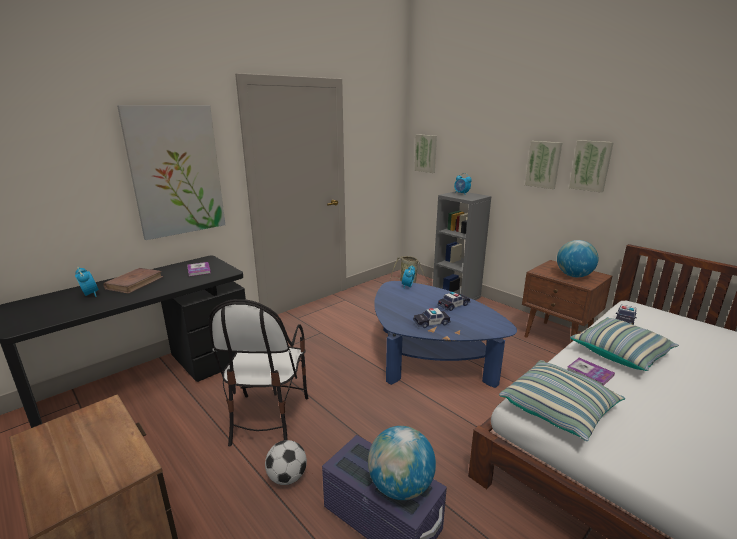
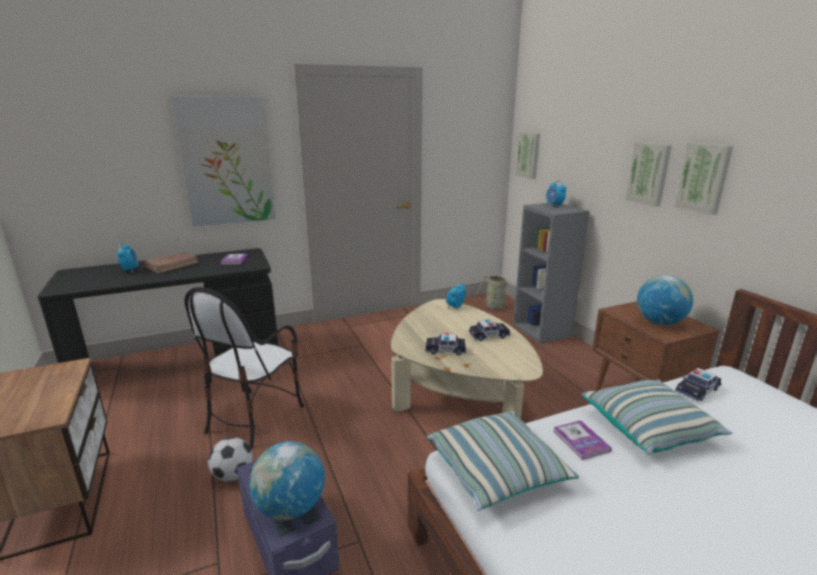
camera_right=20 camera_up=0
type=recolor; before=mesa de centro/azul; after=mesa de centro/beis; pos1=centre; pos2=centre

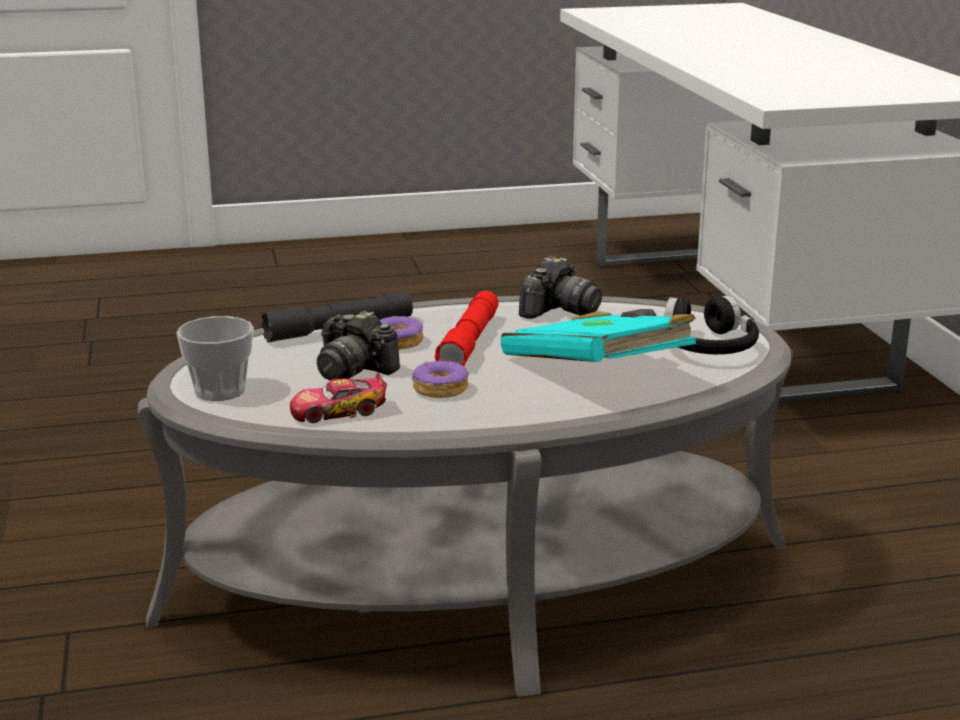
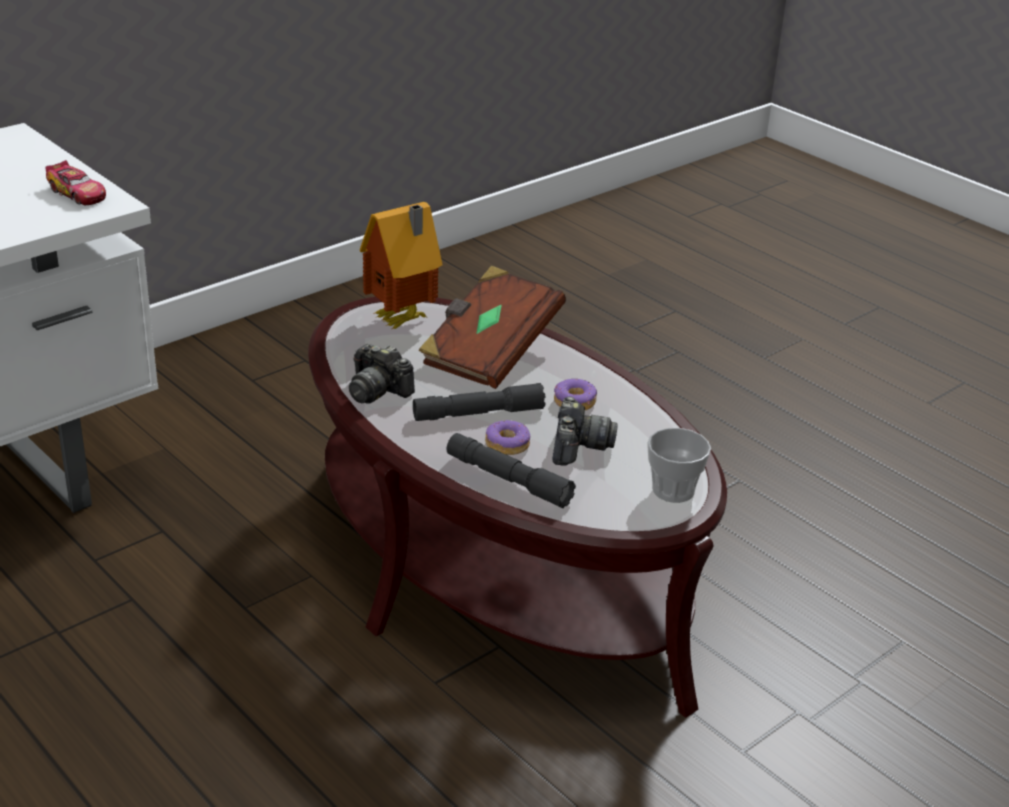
camera_right=-120 camera_up=10
type=recolor; before=mesa de centro/gris; after=mesa de centro/marrón; pos1=bottom centre; pos2=centre
type=move; before=coche de juguete; pos1=centre; pos2=top left
type=recolor; before=linterna/rojo; after=linterna/gris (1st from left); pos1=centre; pos2=centre
type=recolor; before=libro/turquesa; after=libro/marrón; pos1=centre; pos2=centre
type=rotate; before=cámara (2nd from left in the first image); pos1=centre; pos2=centre; turn=-150
type=replace; before=auriculares/negro; after=casita; pos1=middle right; pos2=top centre

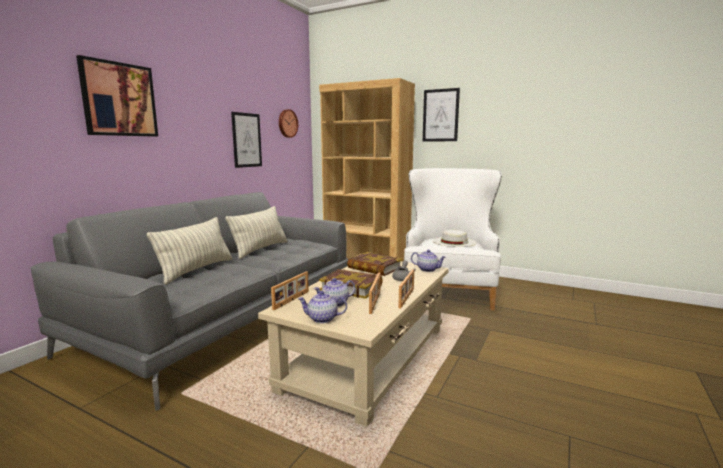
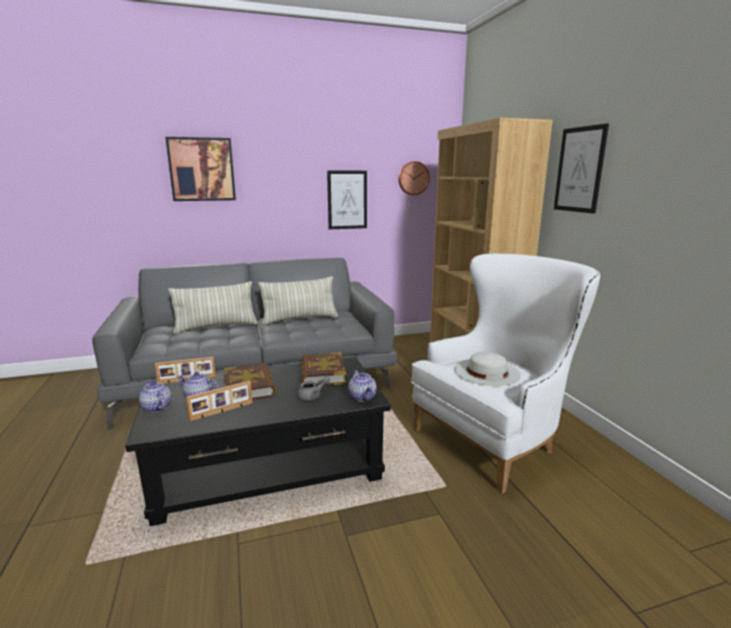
camera_right=45 camera_up=5
type=recolor; before=mesa de centro/beis; after=mesa de centro/negro; pos1=bottom centre; pos2=bottom centre
type=delete; before=portarretratos (3rd from left); pos1=centre

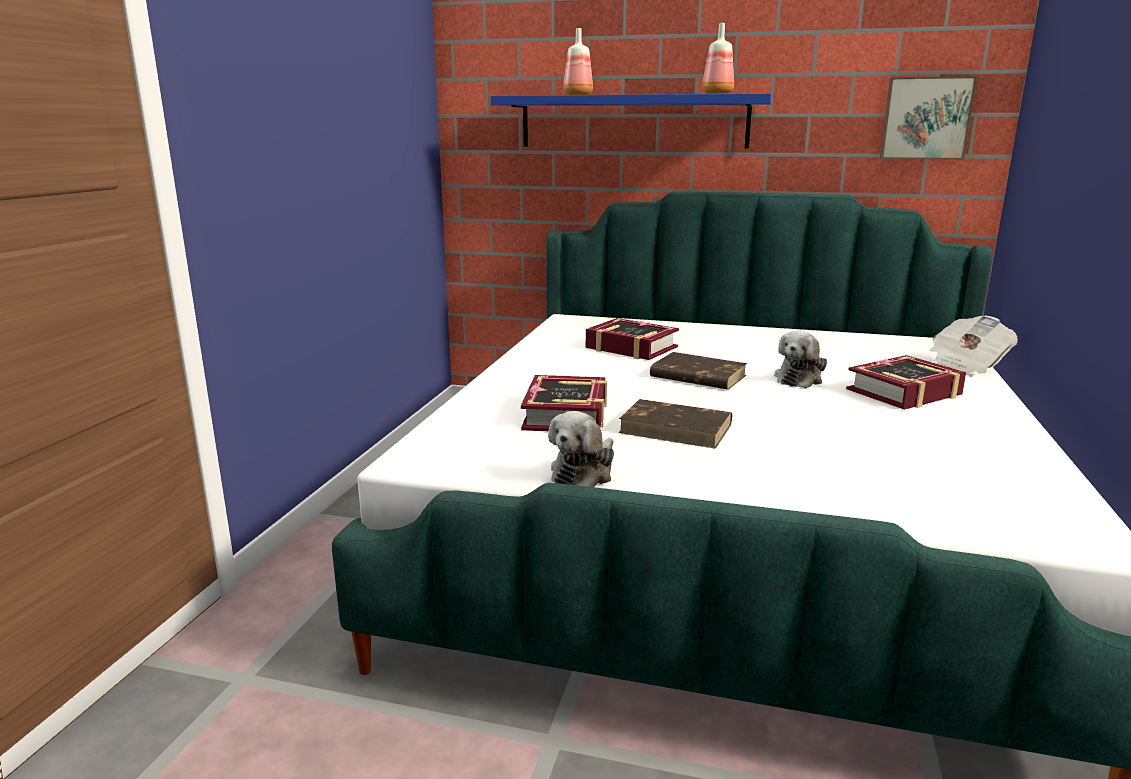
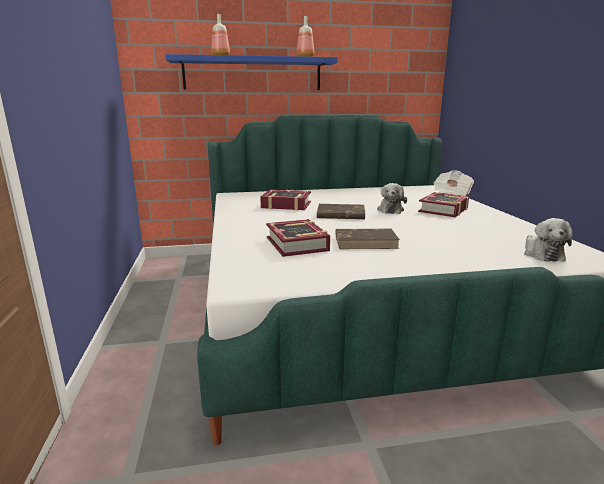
camera_right=-25 camera_up=0
type=move; before=peluche (1st from left in the first image); after=peluche (2nd from left); pos1=centre; pos2=middle right
type=delete; before=cuadro; pos1=top right

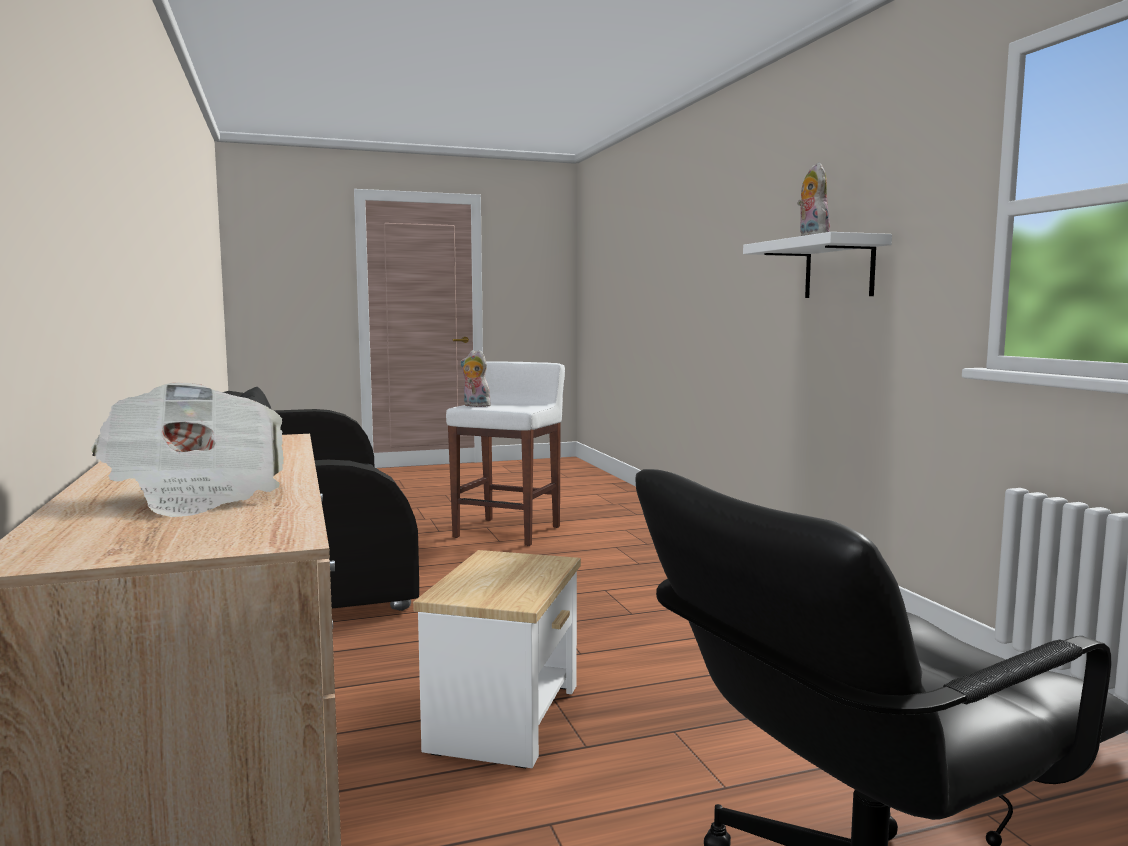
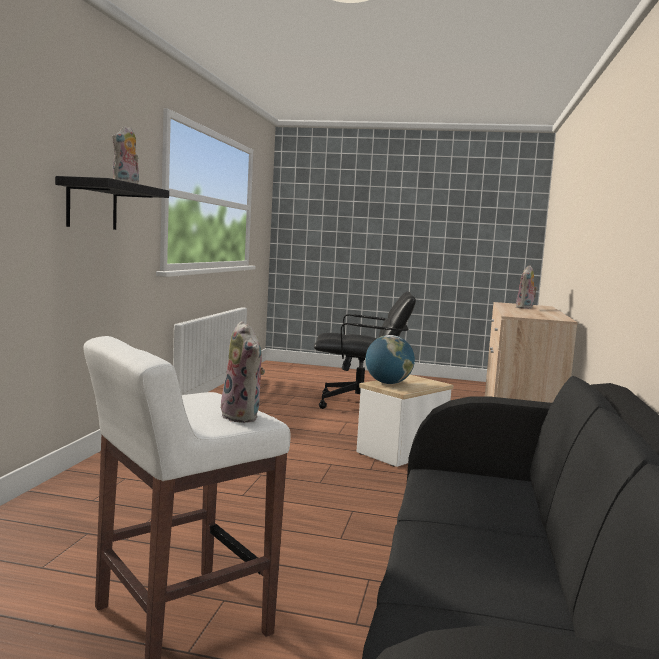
camera_right=-150 camera_up=0
type=replace; before=periódico; after=peluche (3rd from left); pos1=middle left; pos2=middle right
type=recolor; before=estante/blanco; after=estante/negro; pos1=top right; pos2=top left
type=insert; after=globo terráqueo; pos2=centre

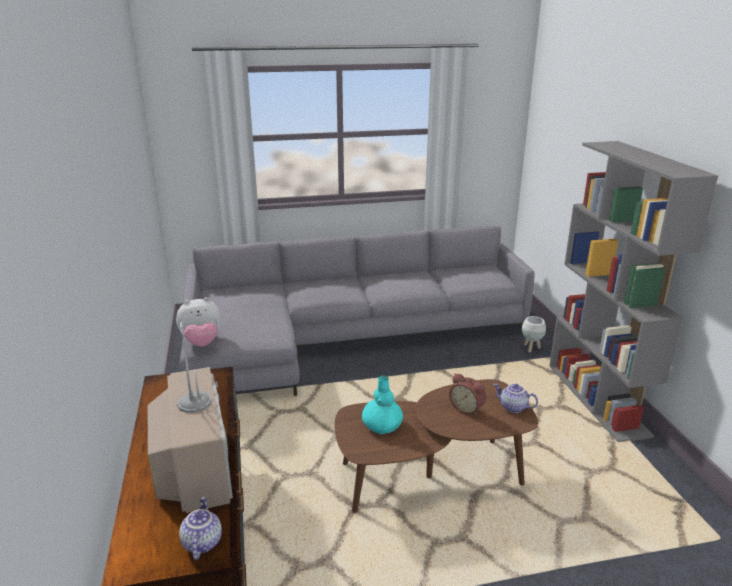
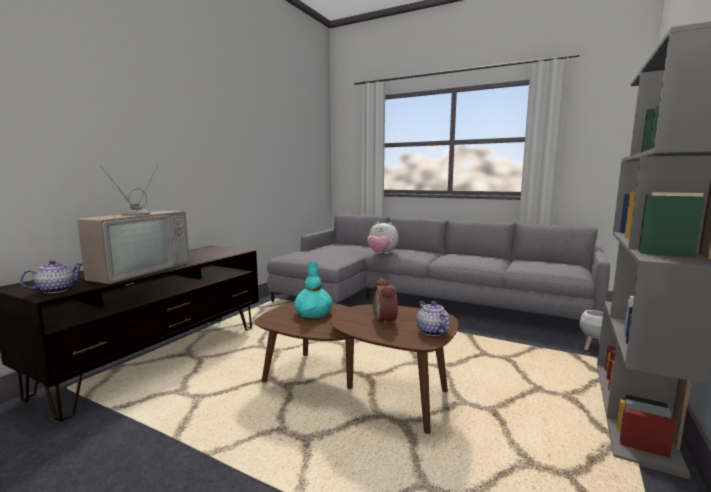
camera_right=40 camera_up=-15
type=move; before=peluche; pos1=middle left; pos2=centre

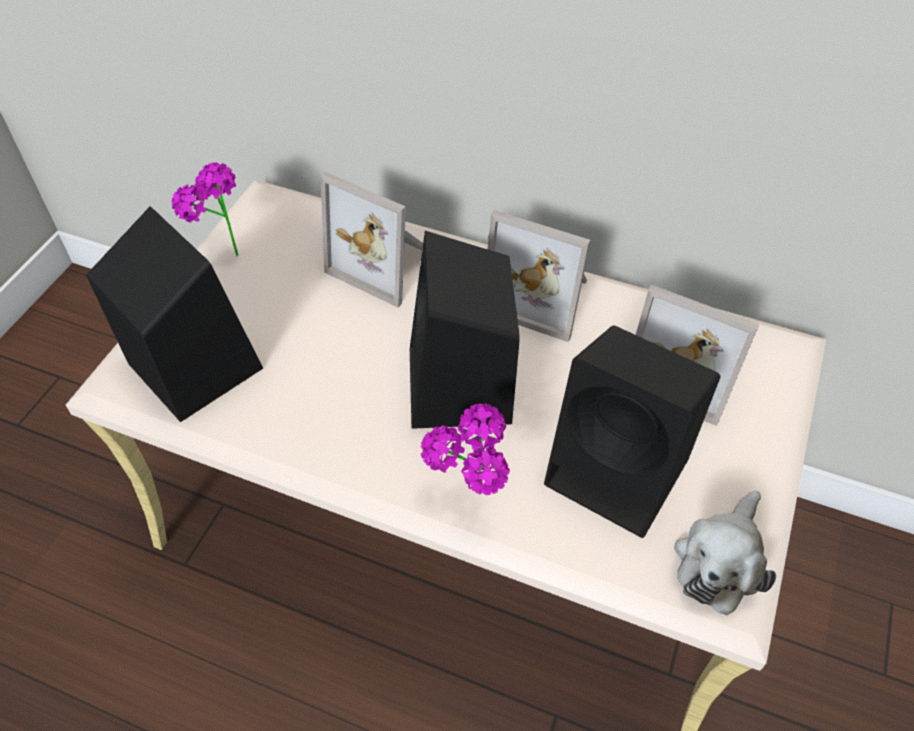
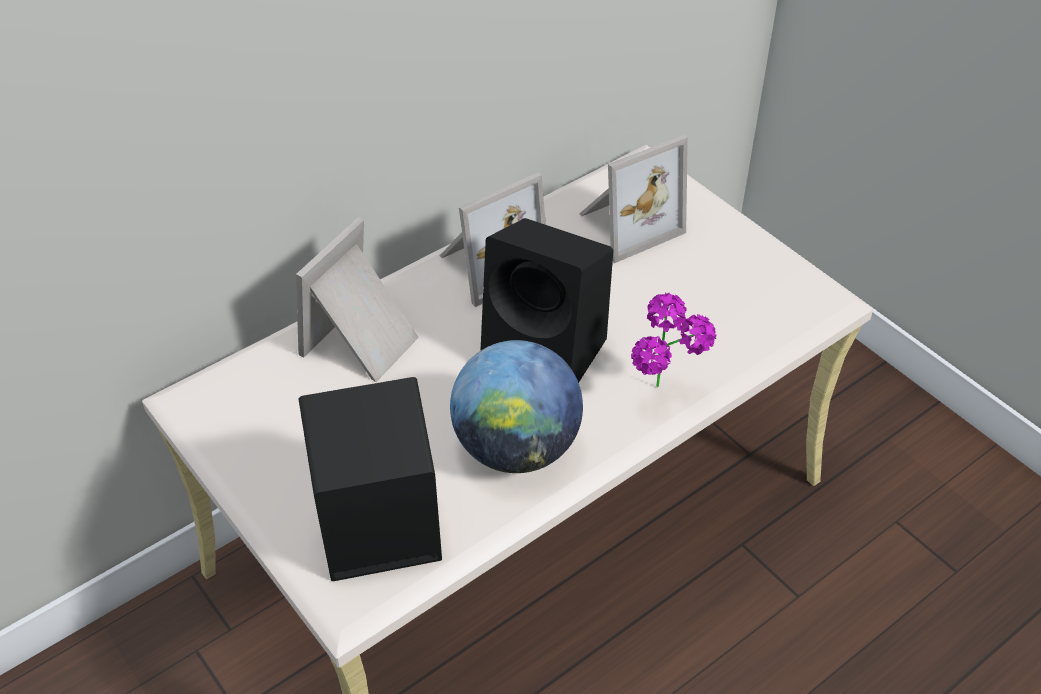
camera_right=-60 camera_up=-5
type=delete; before=planta en maceta (1st from left); pos1=top left
type=rotate; before=portarretratos (1st from left); pos1=top centre; pos2=centre; turn=150
type=delete; before=altavoz/negro (3rd from left); pos1=middle right
type=delete; before=peluche; pos1=bottom right
type=insert; after=globo terráqueo; pos2=centre

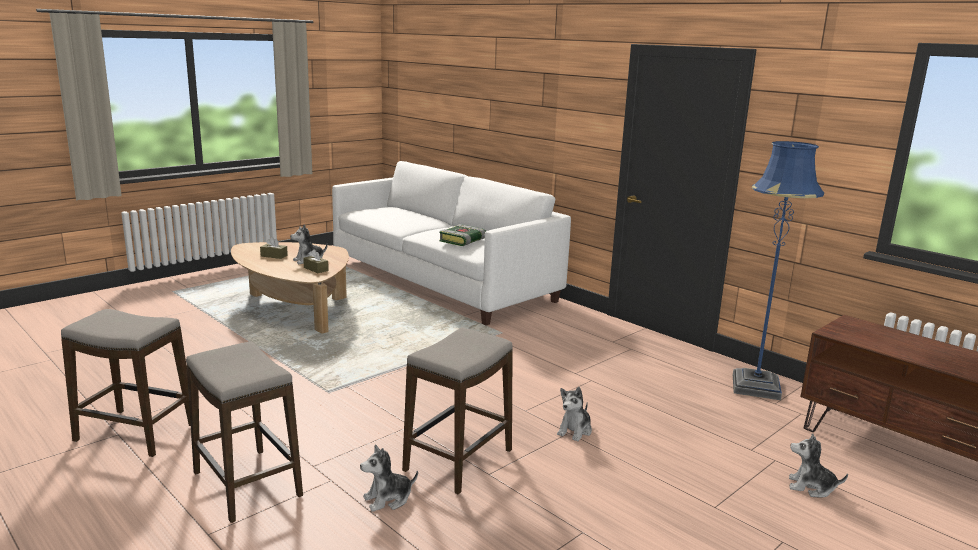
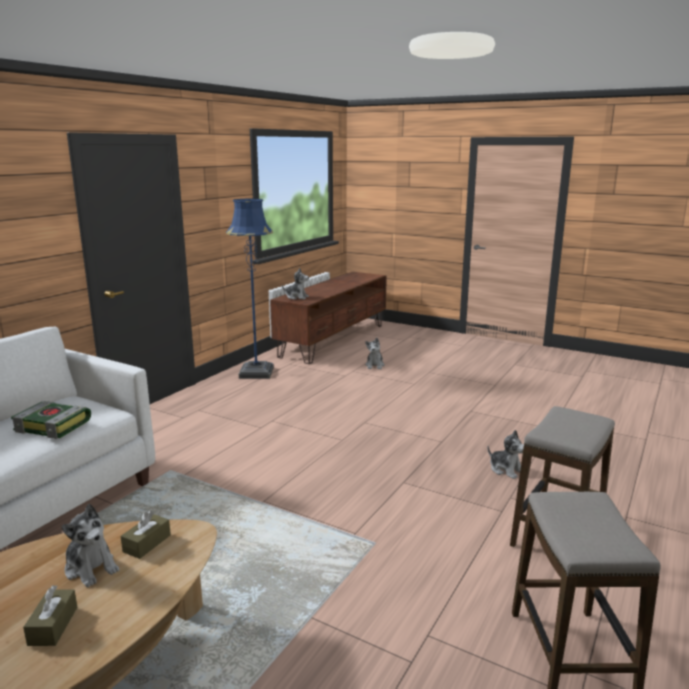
camera_right=-105 camera_up=0
type=delete; before=taburete (3rd from left); pos1=bottom centre
type=move; before=peluche (3rd from left in the first image); after=peluche (2nd from left); pos1=bottom centre; pos2=centre

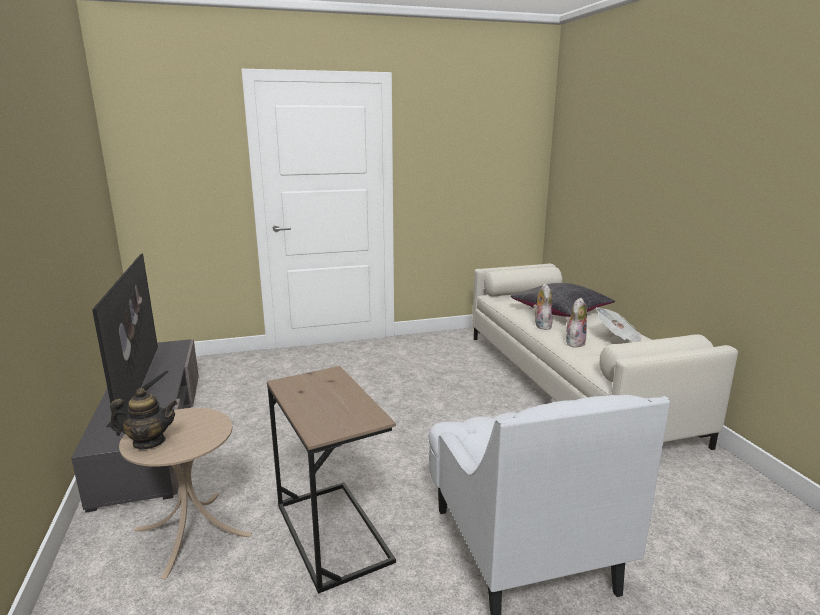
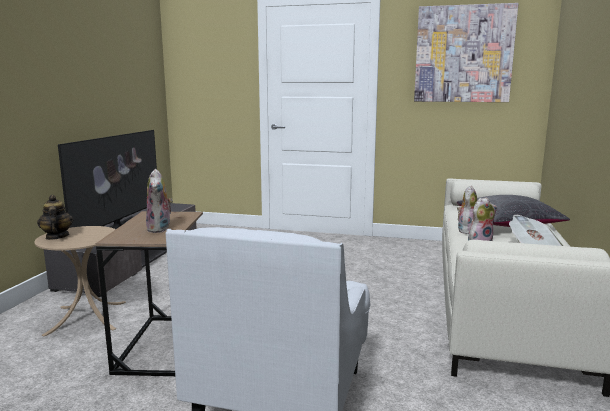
camera_right=30 camera_up=-5
type=rotate; before=tetera; pos1=bottom left; pos2=middle left; turn=-135
type=insert; after=peluche (1st from left); pos2=middle left
type=insert; after=cuadro; pos2=top right

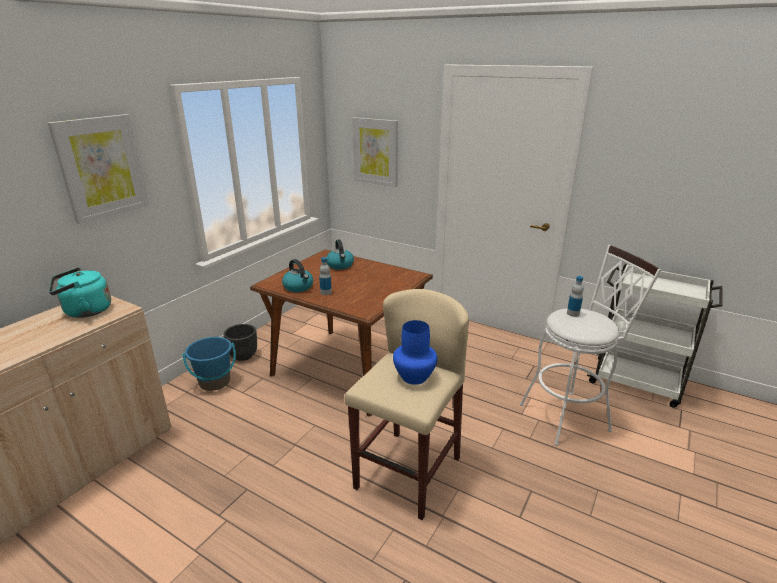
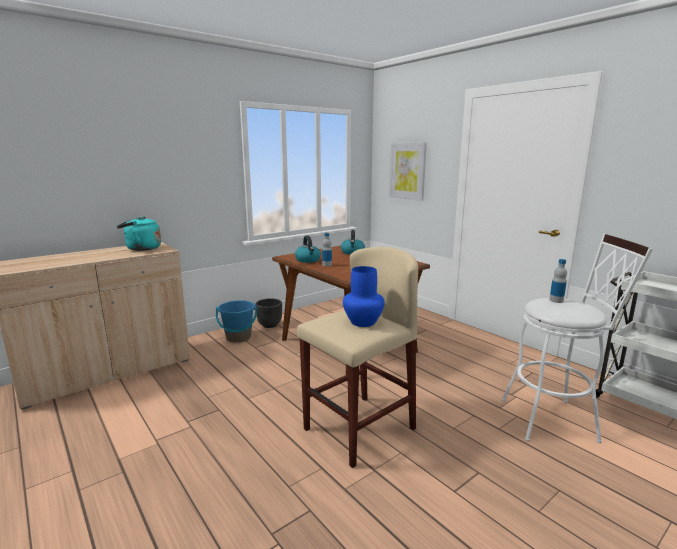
camera_right=20 camera_up=-10
type=delete; before=cuadro (1st from left); pos1=top left

